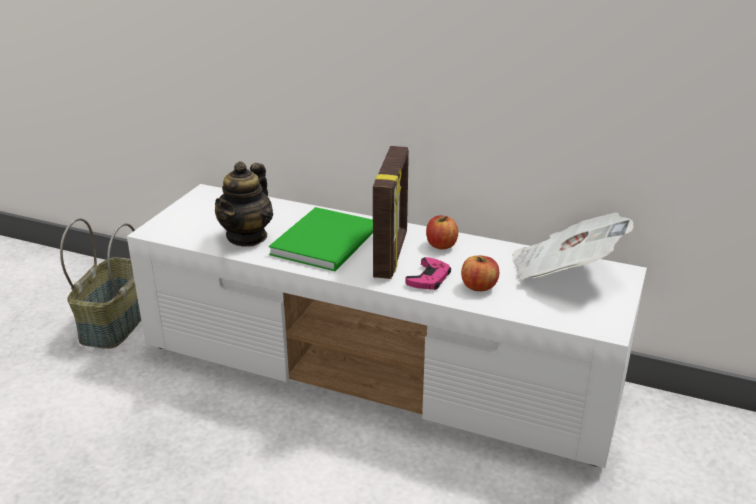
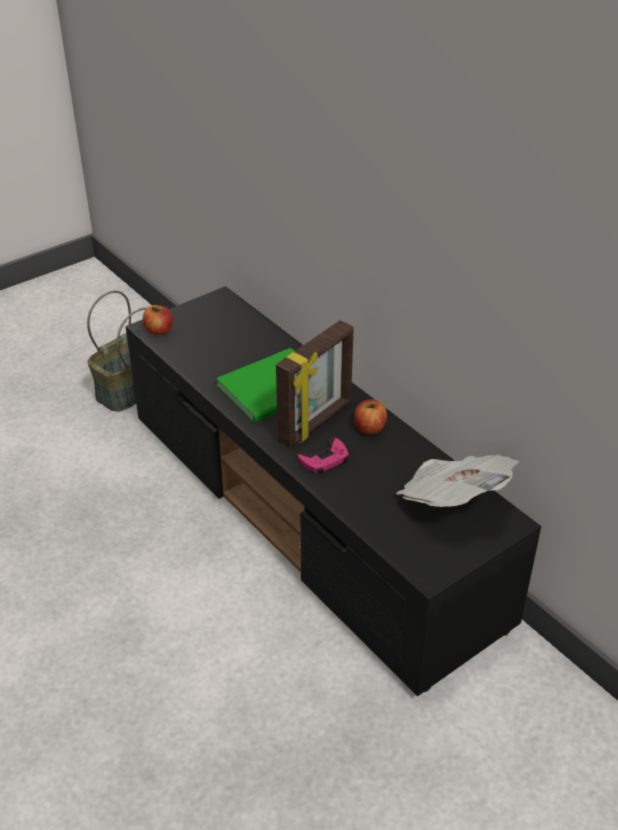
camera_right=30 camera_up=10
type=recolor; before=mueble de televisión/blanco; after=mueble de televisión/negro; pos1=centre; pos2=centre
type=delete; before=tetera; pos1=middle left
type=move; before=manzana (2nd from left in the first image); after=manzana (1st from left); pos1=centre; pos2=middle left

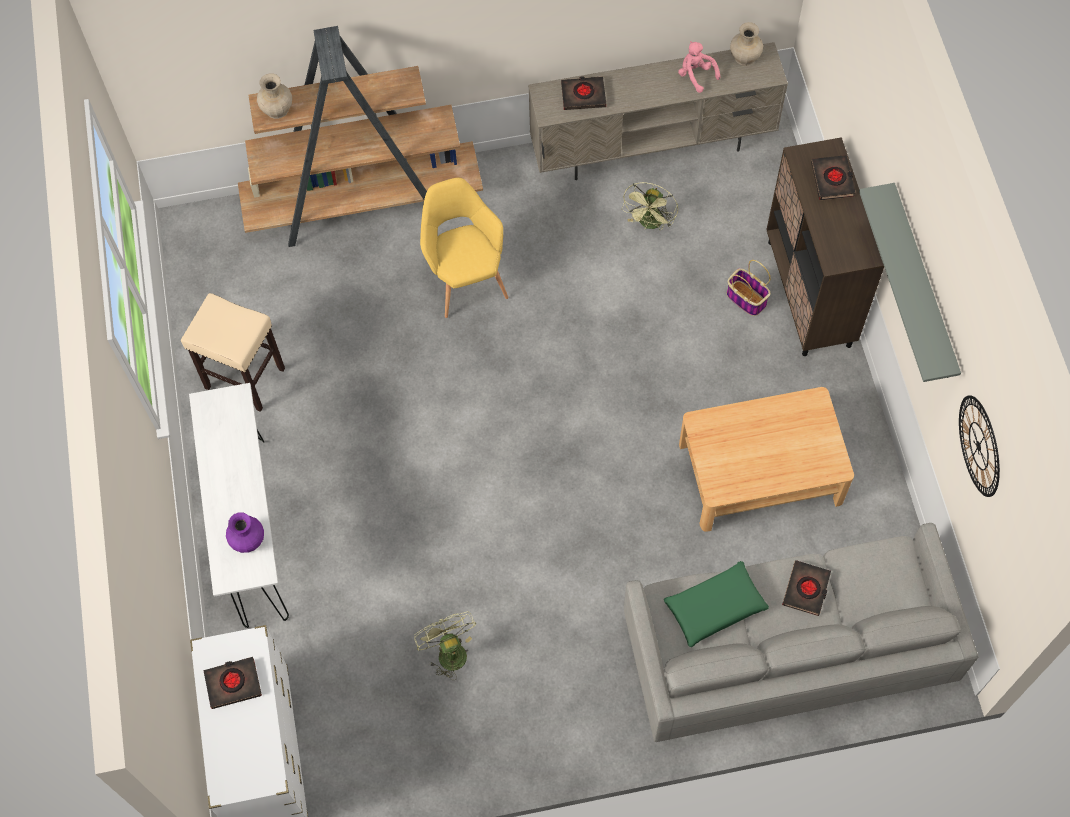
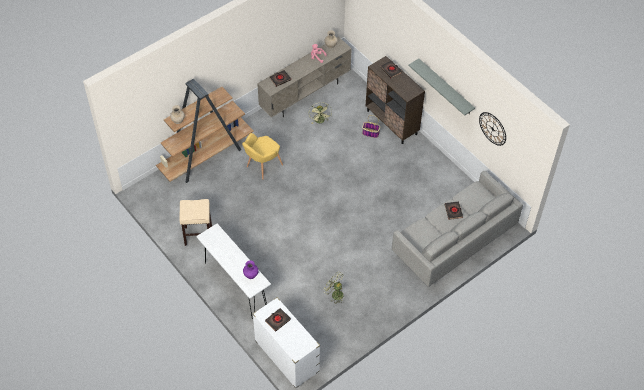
camera_right=-30 camera_up=-10
type=rotate; before=sillón/amarillo; pos1=top centre; pos2=centre; turn=-90
type=delete; before=cojín/verde; pos1=bottom right
type=delete; before=mesa de centro/beis; pos1=middle right

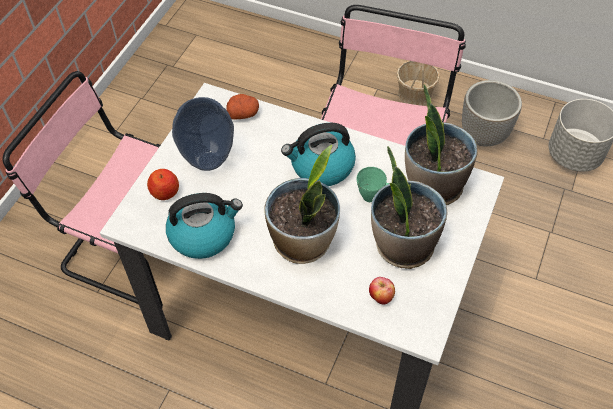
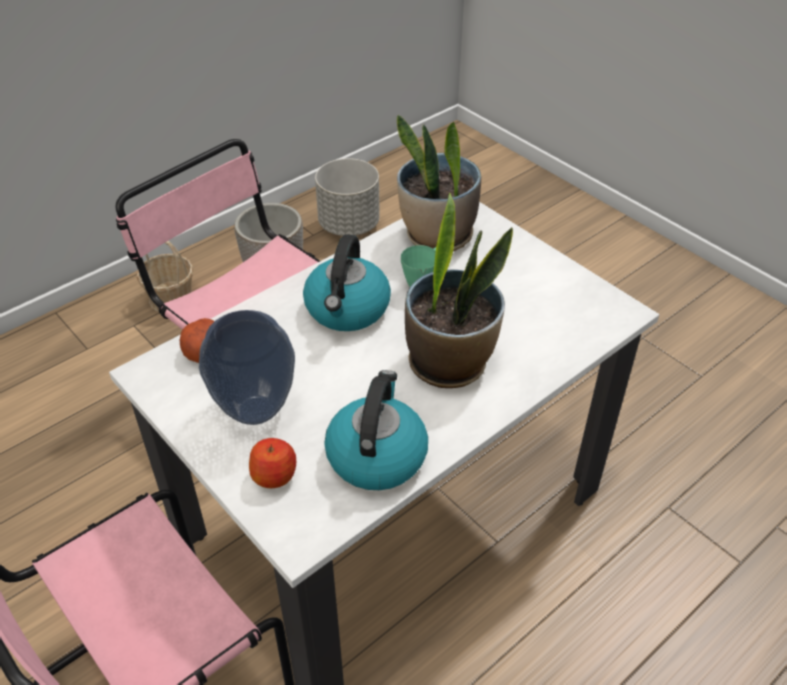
camera_right=-65 camera_up=-10
type=delete; before=manzana (2nd from left); pos1=bottom centre
type=delete; before=planta en maceta (2nd from left); pos1=middle right

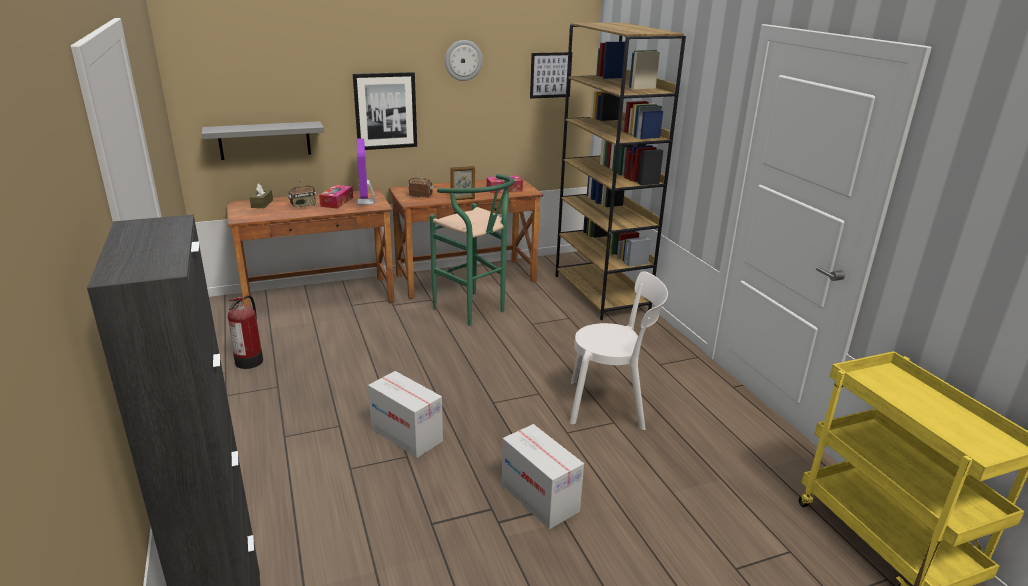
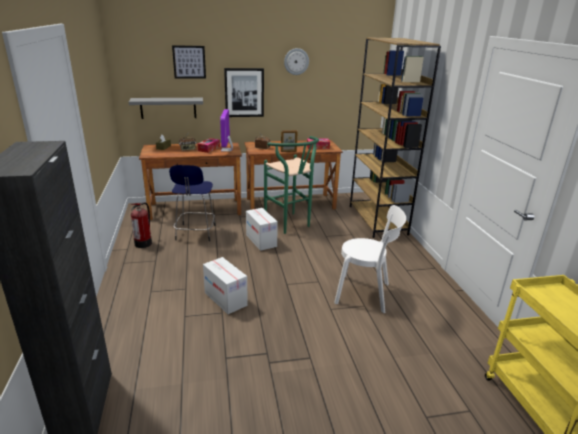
camera_right=10 camera_up=0
type=move; before=caja de cartón (2nd from left); pos1=bottom centre; pos2=centre
type=move; before=cuadro (2nd from left in the first image); after=cuadro (1st from left); pos1=top centre; pos2=top left
type=insert; after=taburete/azul; pos2=middle left

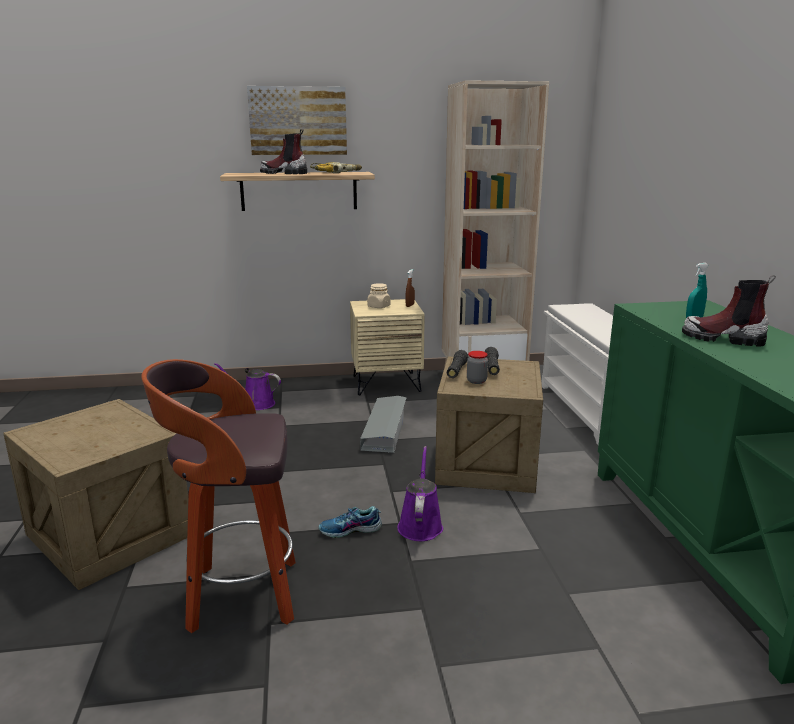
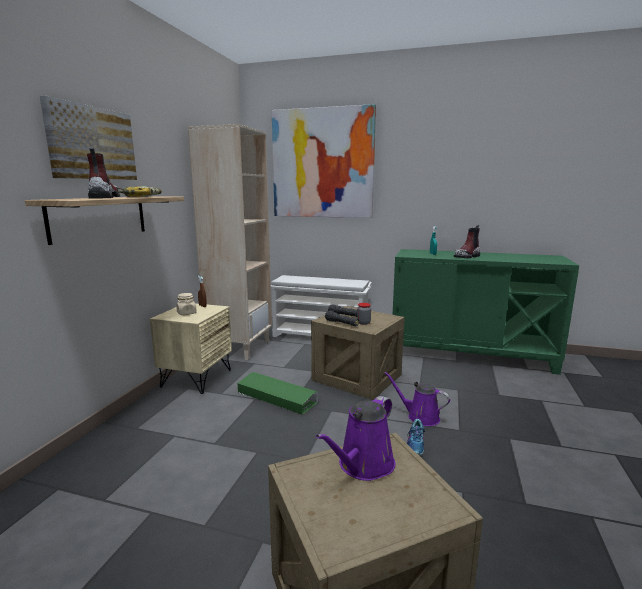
camera_right=-65 camera_up=-5
type=delete; before=taburete; pos1=bottom left
type=move; before=regadera/morado (1st from left); pos1=middle left; pos2=bottom centre
type=rotate; before=bota (1st from left); pos1=top centre; pos2=top left; turn=135
type=recolor; before=caja de almacenaje/gris; after=caja de almacenaje/verde; pos1=centre; pos2=bottom centre
type=insert; after=cuadro (2nd from left); pos2=top centre

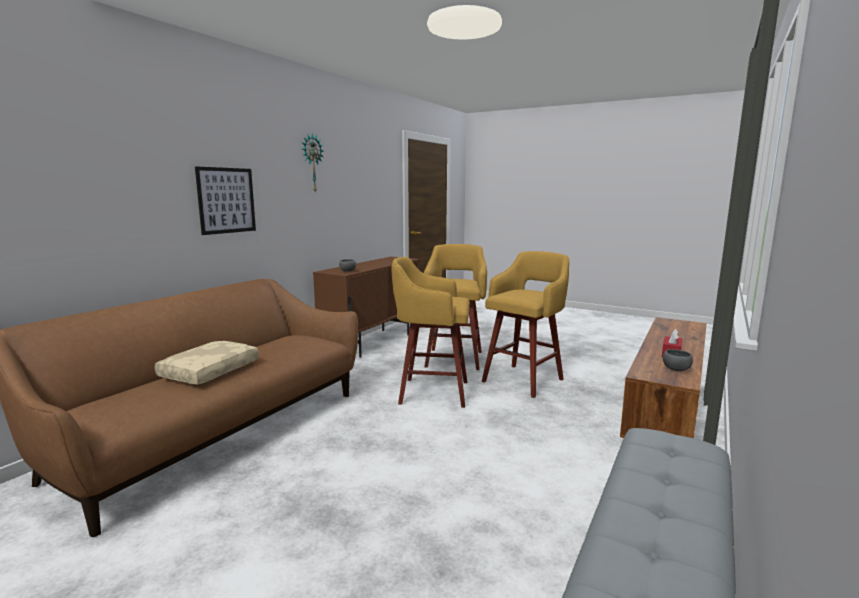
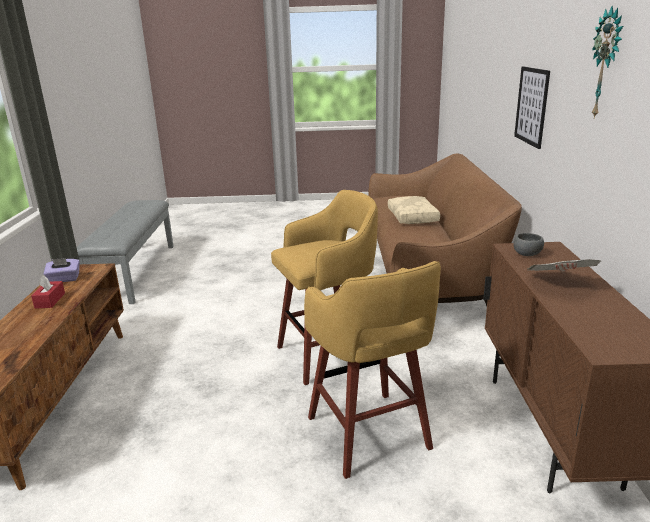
camera_right=150 camera_up=10
type=delete; before=taburete/amarillo (3rd from left); pos1=centre
type=replace; before=cuenco/gris (2nd from left); after=caja de pañuelos/morado; pos1=middle right; pos2=middle left
type=insert; after=periódico; pos2=middle right

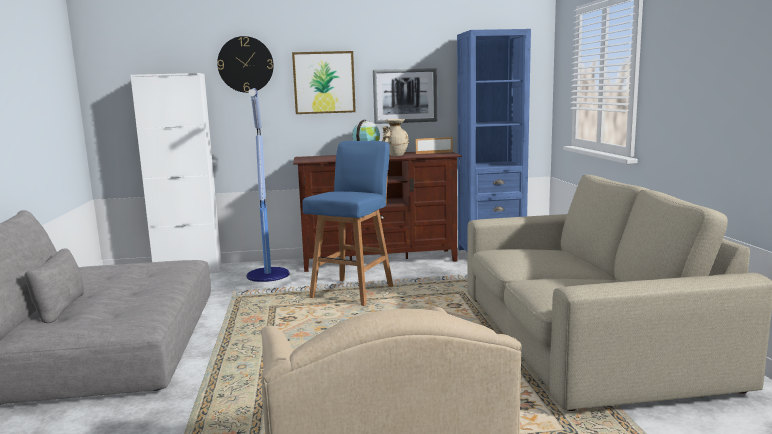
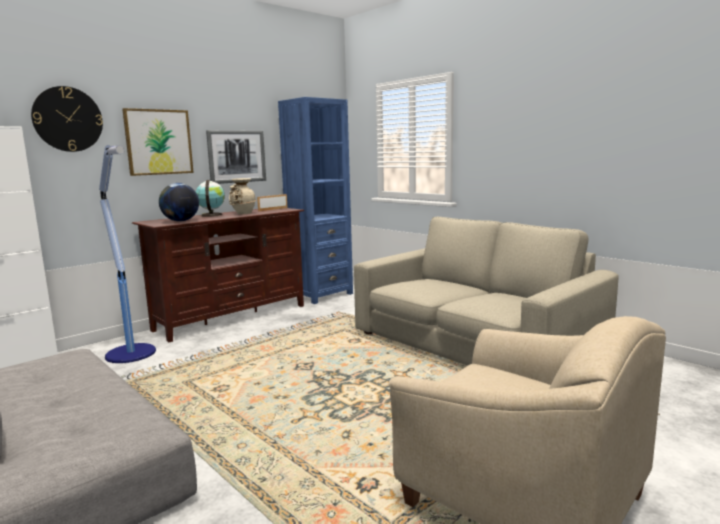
camera_right=-35 camera_up=0
type=delete; before=taburete/azul; pos1=centre
type=insert; after=globo terráqueo (1st from left); pos2=middle left

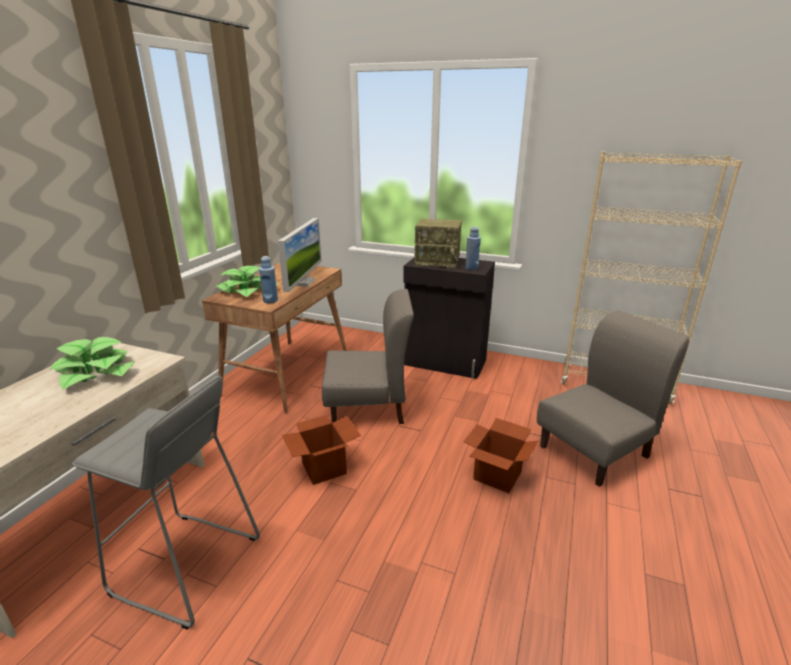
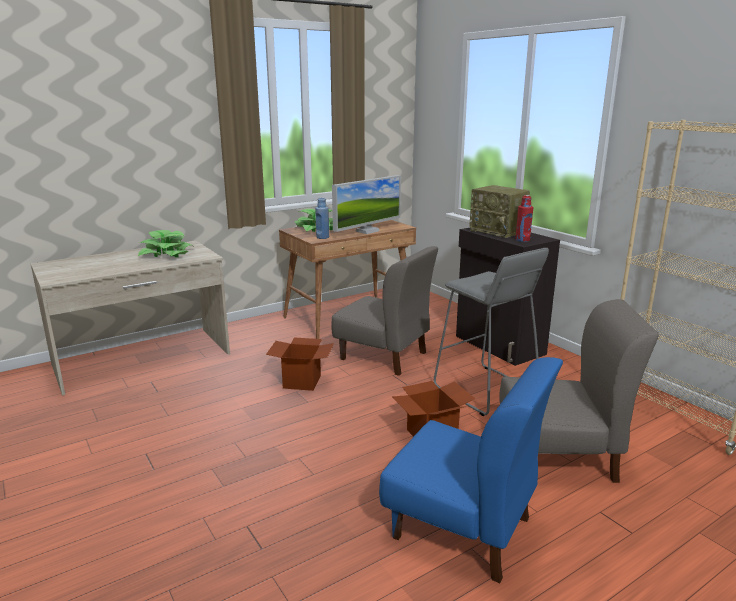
camera_right=35 camera_up=-5
type=move; before=taburete/gris; pos1=bottom left; pos2=middle right
type=recolor; before=botella/azul (2nd from left); after=botella/rojo; pos1=centre; pos2=middle right
type=insert; after=silla/azul; pos2=bottom centre

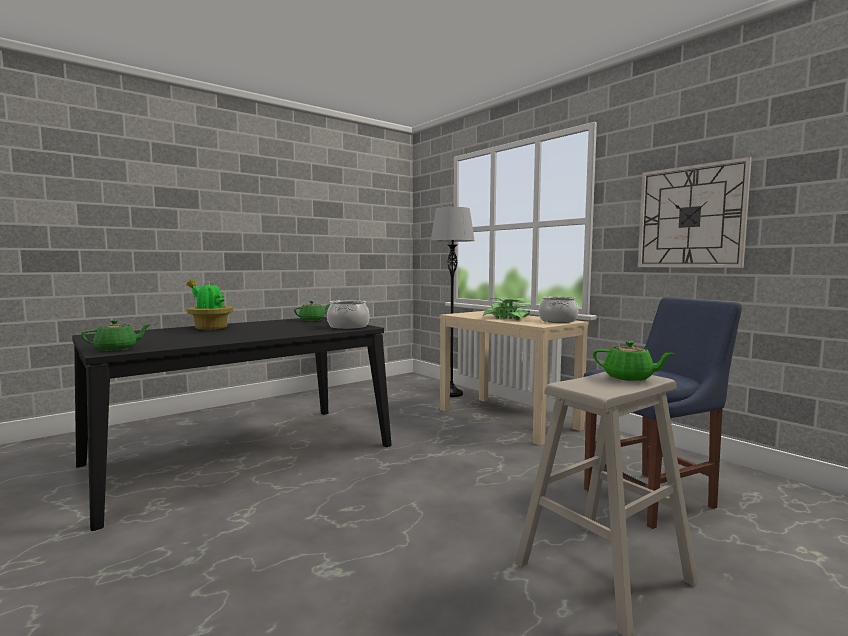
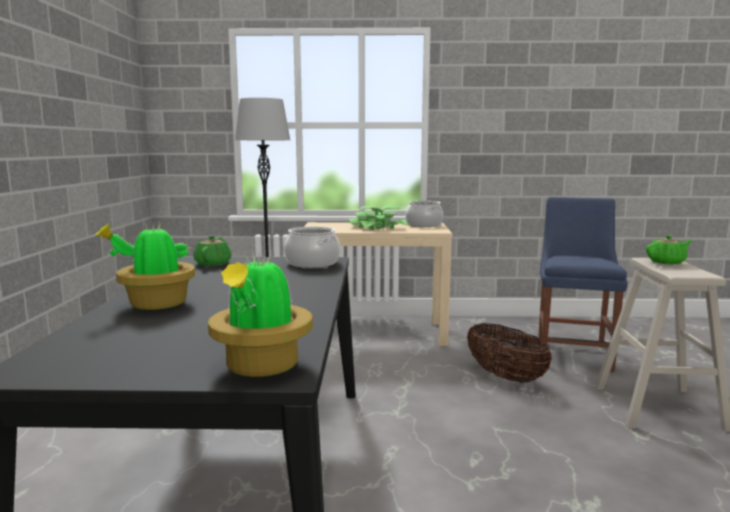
camera_right=-50 camera_up=5
type=replace; before=tetera/verde (1st from left); after=planta en maceta (2nd from left); pos1=middle left; pos2=centre
type=delete; before=reloj de pared; pos1=middle right
type=insert; after=cesta; pos2=bottom right

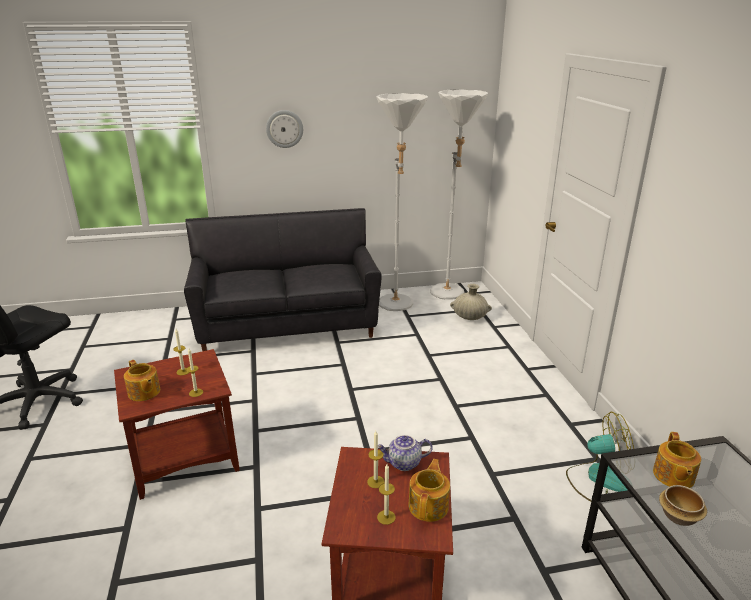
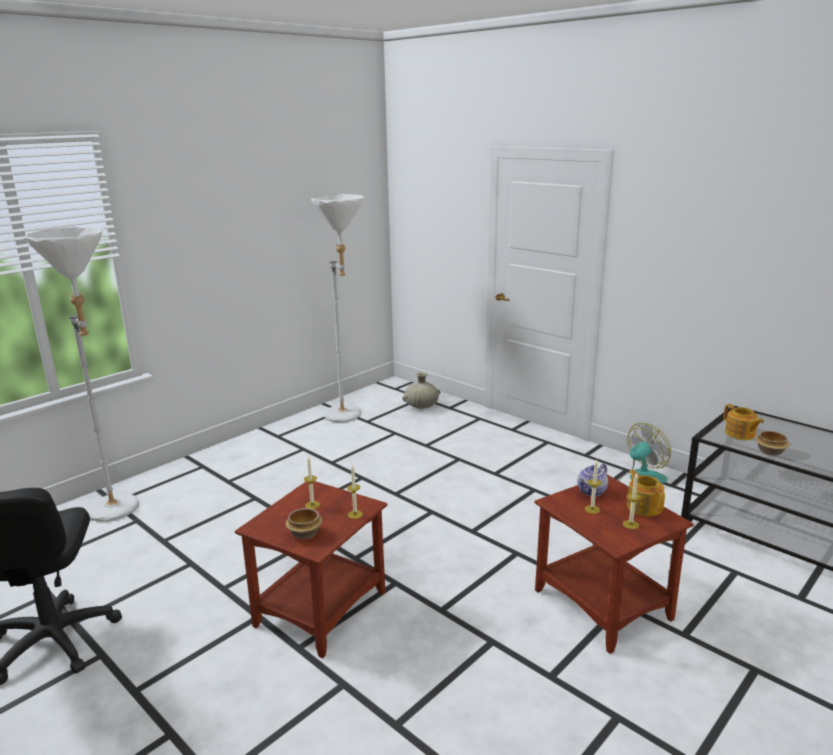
camera_right=-35 camera_up=-5
type=replace; before=tetera (1st from left); after=cuenco (1st from left); pos1=middle left; pos2=bottom centre
type=delete; before=sofá/negro; pos1=centre
type=delete; before=reloj de pared; pos1=top centre
type=move; before=lámpara de pie/blanco (2nd from left in the first image); after=lámpara de pie/blanco (1st from left); pos1=top centre; pos2=middle left

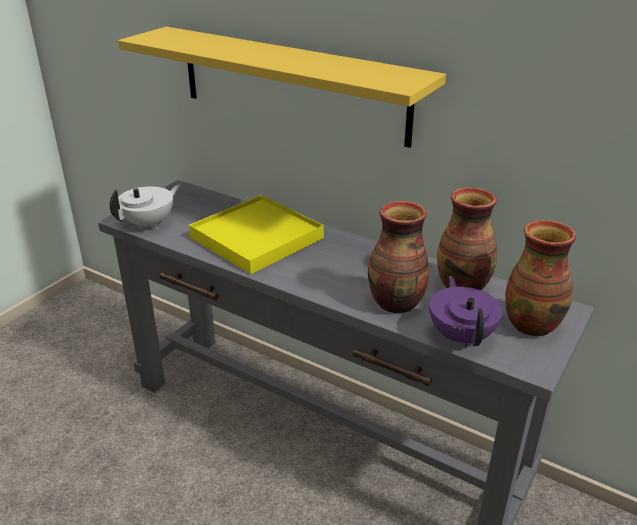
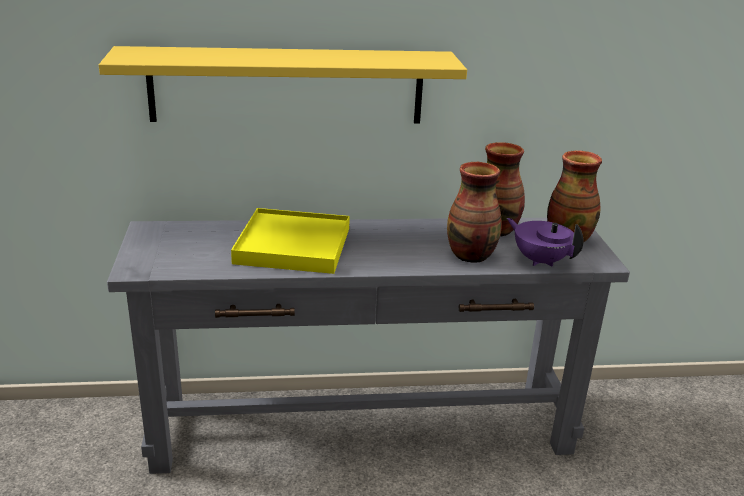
camera_right=-40 camera_up=-5
type=delete; before=tetera/blanco; pos1=middle left

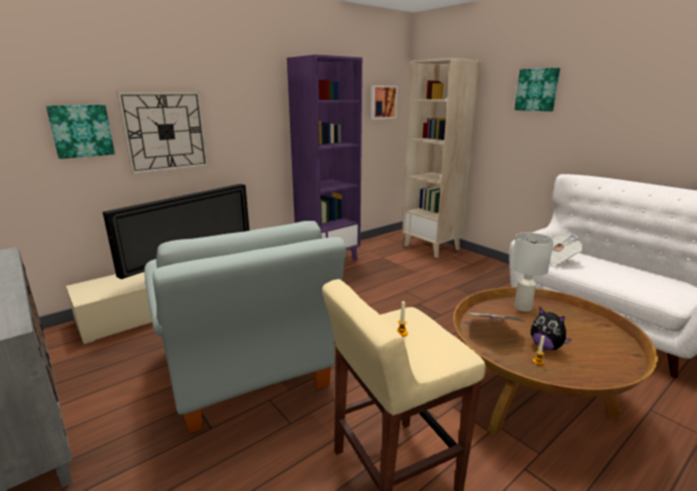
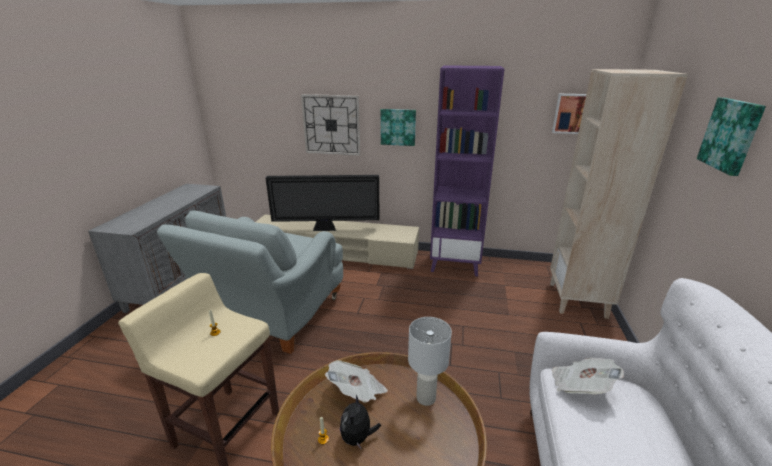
camera_right=50 camera_up=5
type=move; before=cuadro (1st from left); pos1=top left; pos2=top centre

